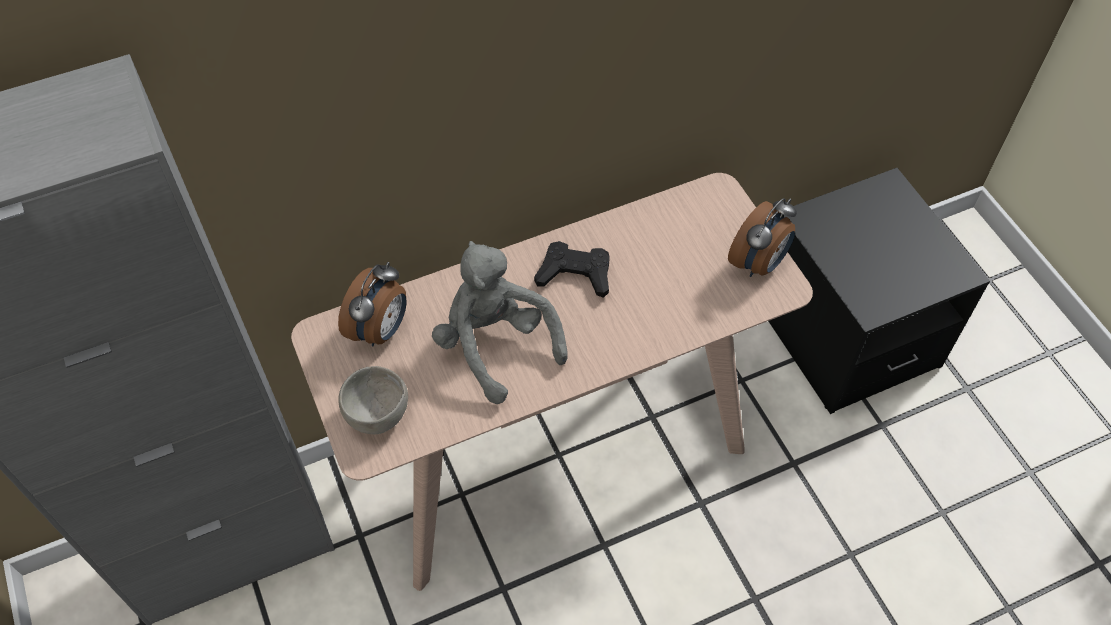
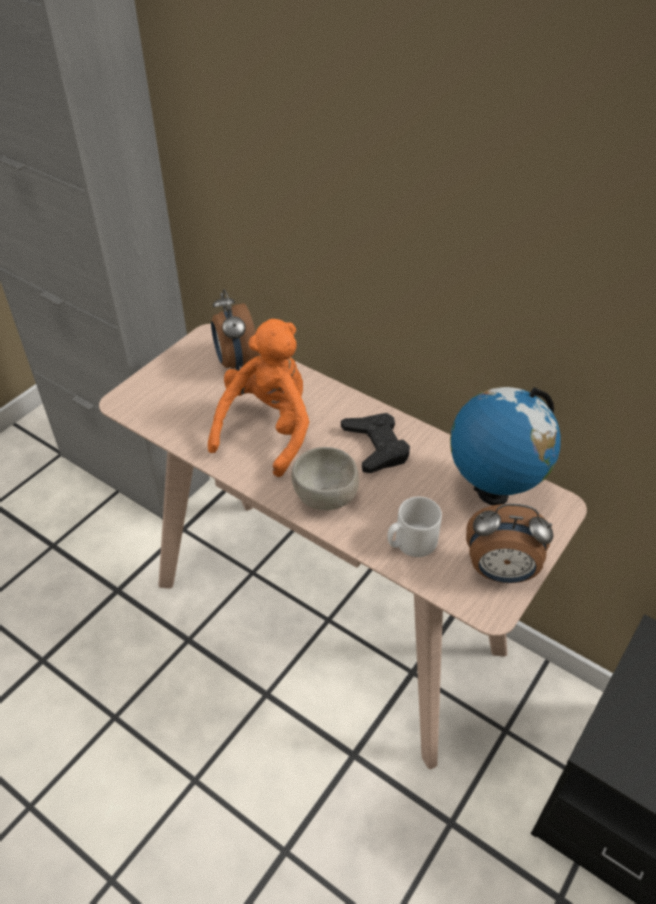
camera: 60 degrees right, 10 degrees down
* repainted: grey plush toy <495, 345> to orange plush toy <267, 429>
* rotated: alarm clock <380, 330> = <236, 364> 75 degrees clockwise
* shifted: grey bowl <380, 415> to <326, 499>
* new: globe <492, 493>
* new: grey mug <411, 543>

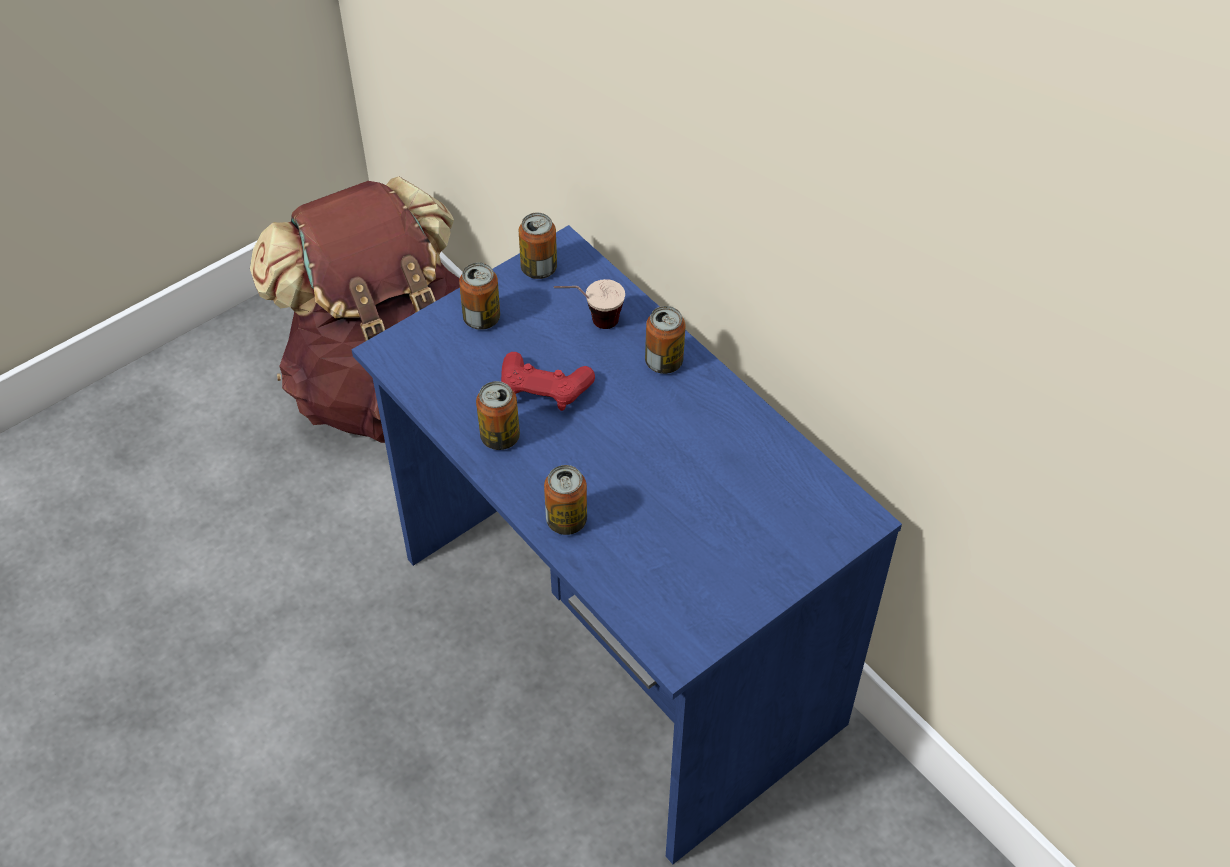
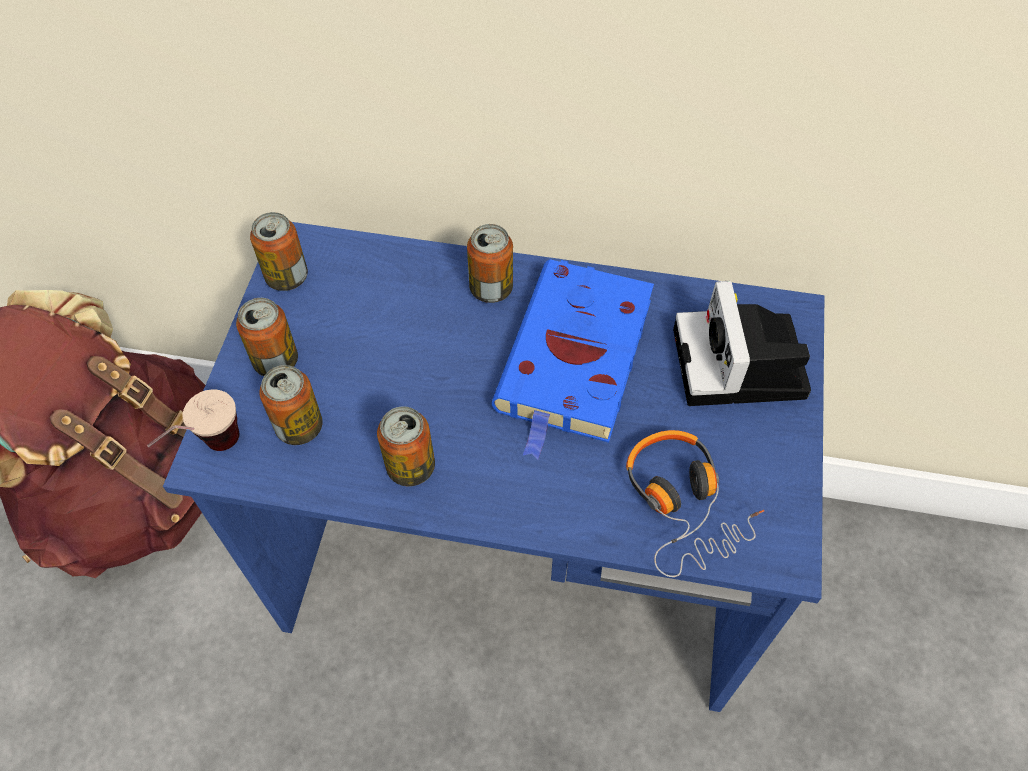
camera: 40 degrees left, 5 degrees up
* shifted: cup <590, 323> to <208, 452>
* gone: red game controller <544, 389>
* shifted: can <566, 520> to <299, 427>
* new: blue book <574, 361>
* new: photo camera <741, 367>
* new: headphones <683, 504>

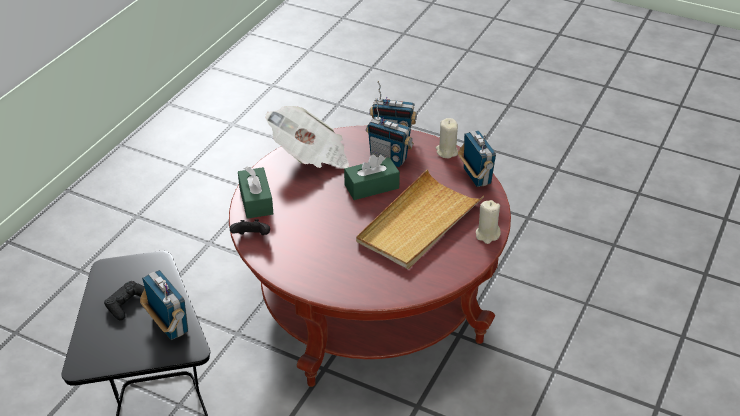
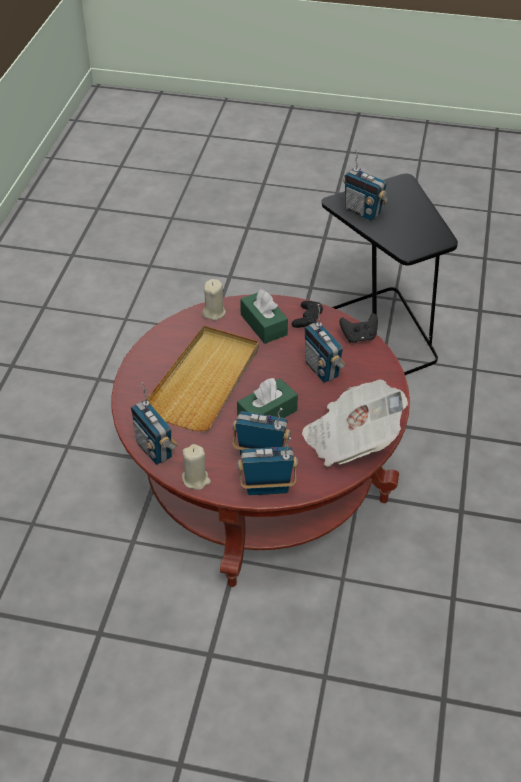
camera: 165 degrees right, 5 degrees up
* shifted: green tissue box <256, 201> to <263, 325>
* shifted: beige candle <487, 235> to <214, 312>
* shifted: black game controller <127, 304> to <307, 318>
* new: radio <322, 369>

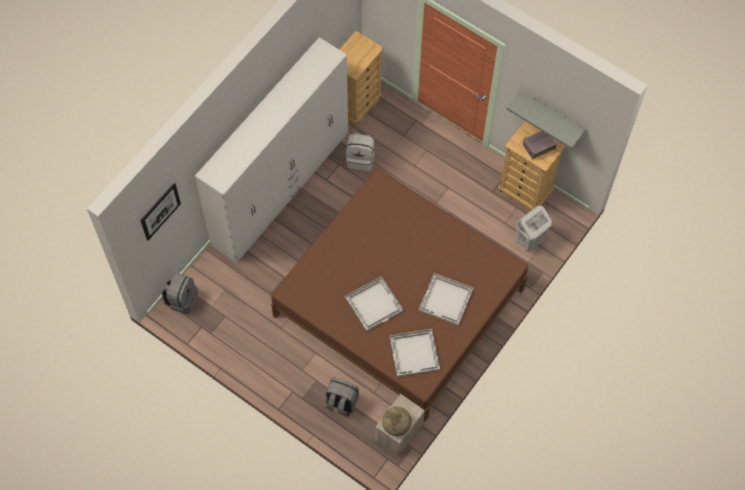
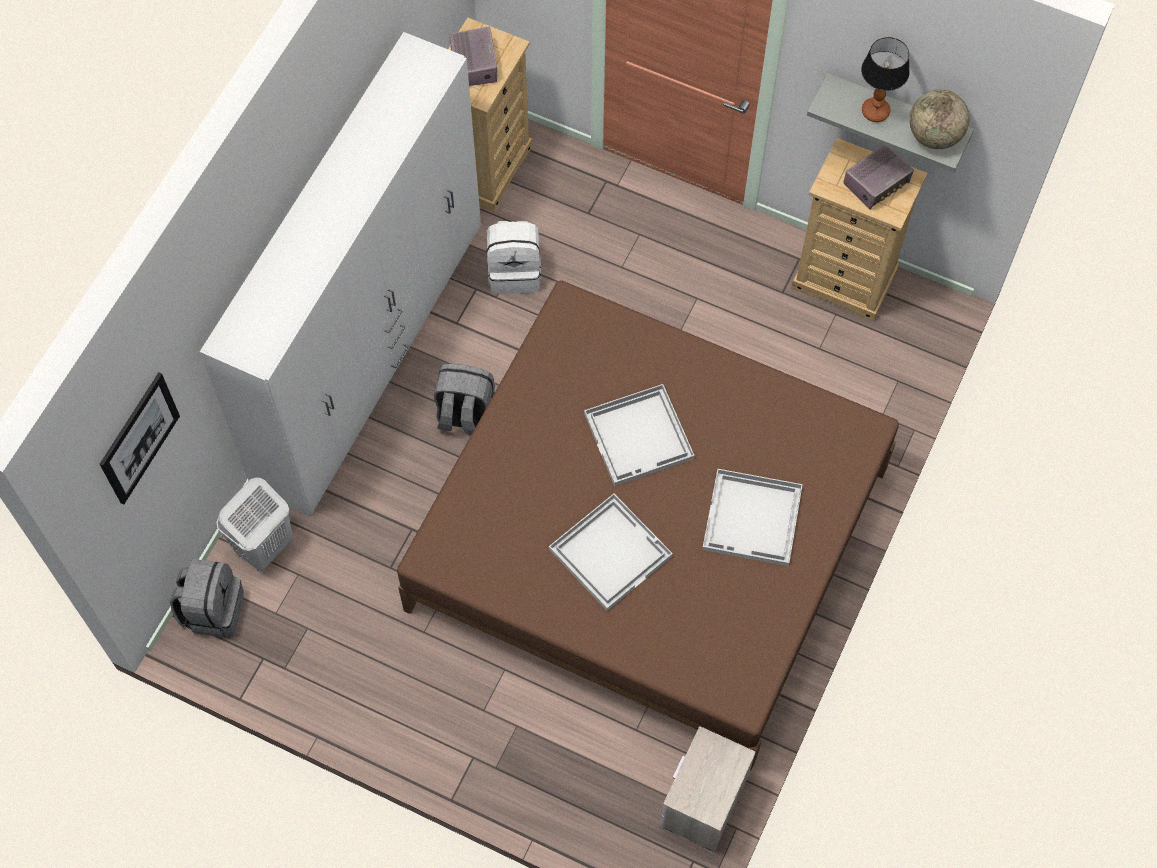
camera: 10 degrees left, 0 degrees up
* shifted: white laundry basket <529, 241> to <264, 547>
* shifted: white tray <415, 353> to <640, 436>
* shifted: grey backpack <341, 402> to <465, 416>
* shifted: globe <396, 425> to <934, 136>
* new: radio <474, 65>
* new: table lamp <874, 112>

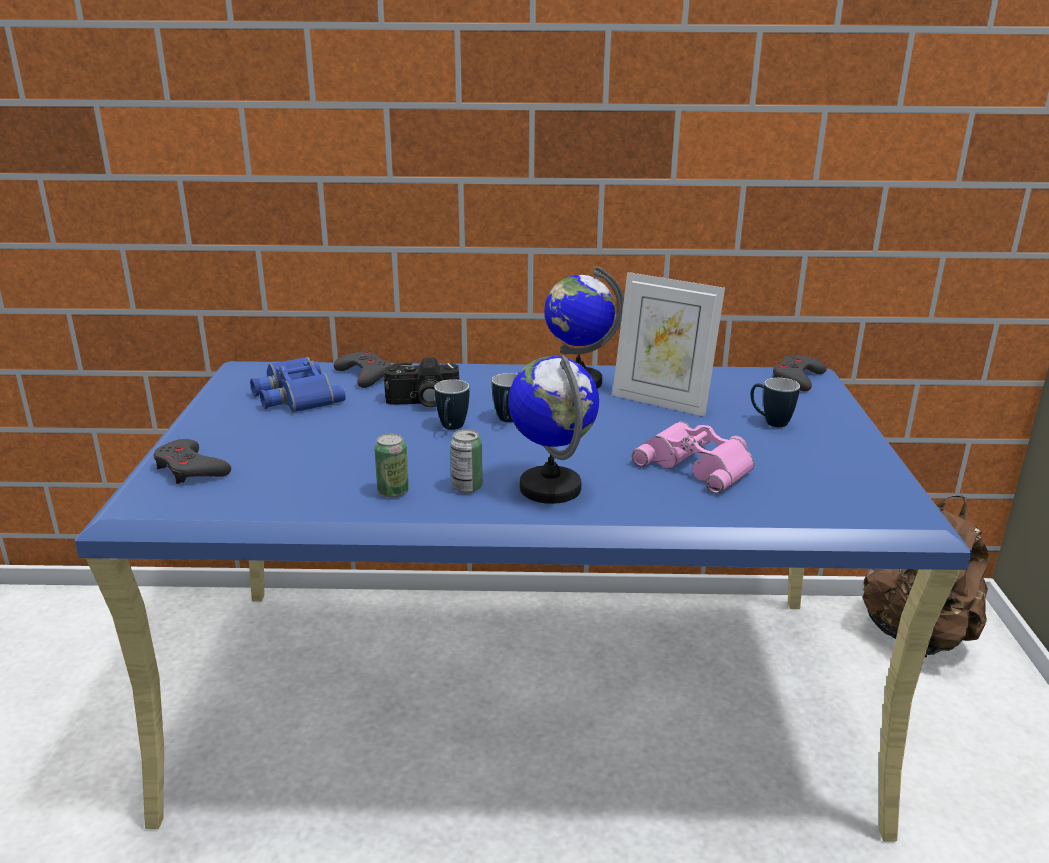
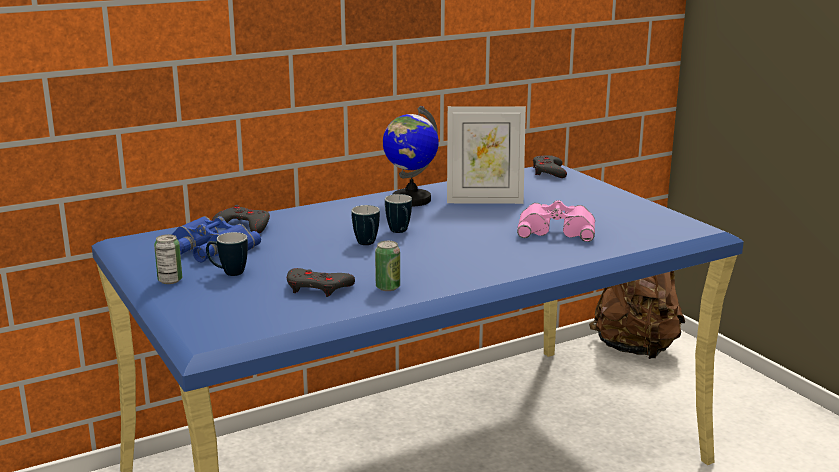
camera: 30 degrees left, 5 degrees down
* gone: globe <550, 487>
* gone: photo camera <422, 402>
* shifted: mug <770, 422> to <228, 273>
* shifted: can <467, 487> to <170, 280>
* shifted: grey game controller <191, 469> to <318, 288>

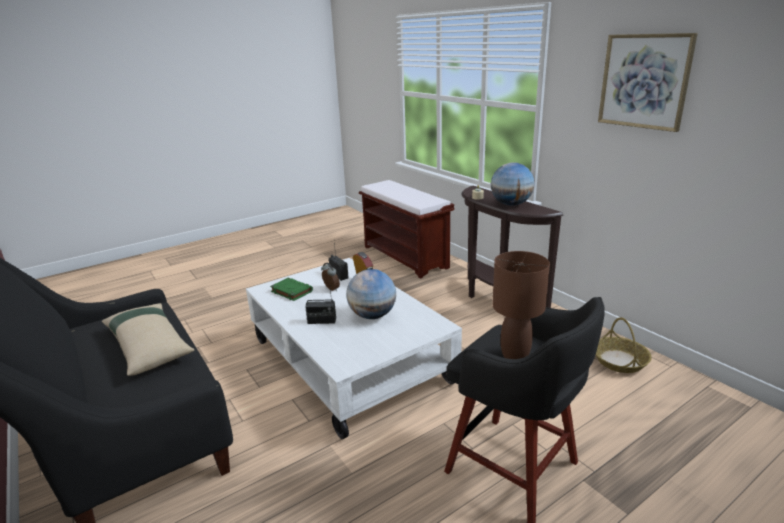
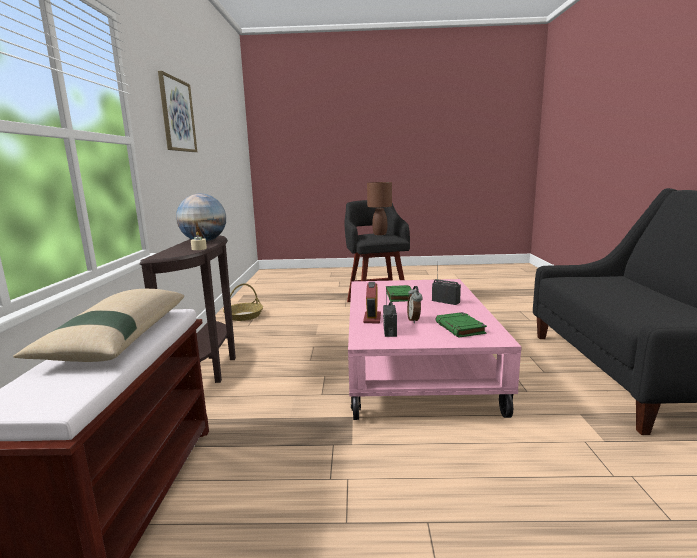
camera: 145 degrees left, 10 degrees down
* repainted: white coffee table <348, 361> to pink coffee table <416, 367>
* swapped: globe <373, 315> to green book <400, 296>
* shifted: beige pillow <149, 346> to <116, 338>

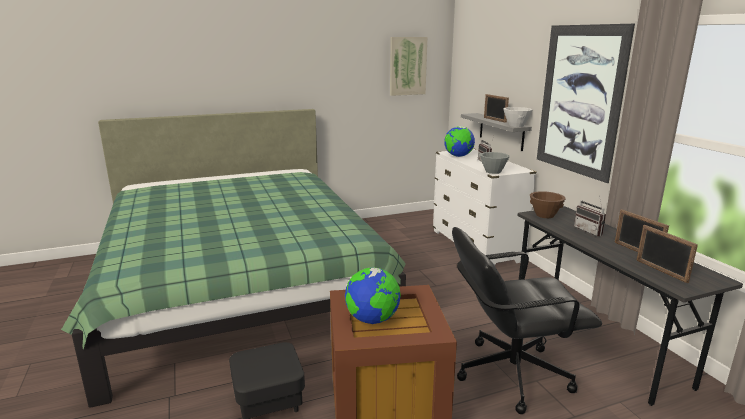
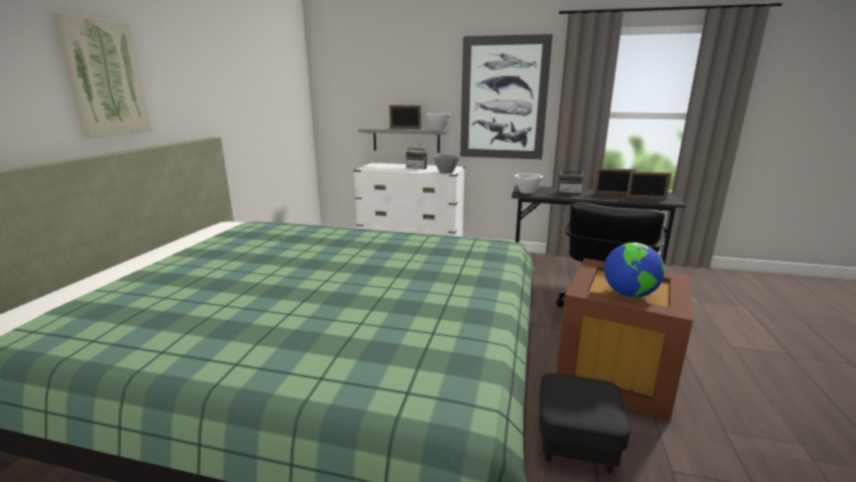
camera: 55 degrees left, 0 degrees up
* shifted: picture <407, 66> to <105, 78>
* gone: globe <458, 156>
* repainted: brown bowl <545, 215> to white bowl <527, 192>

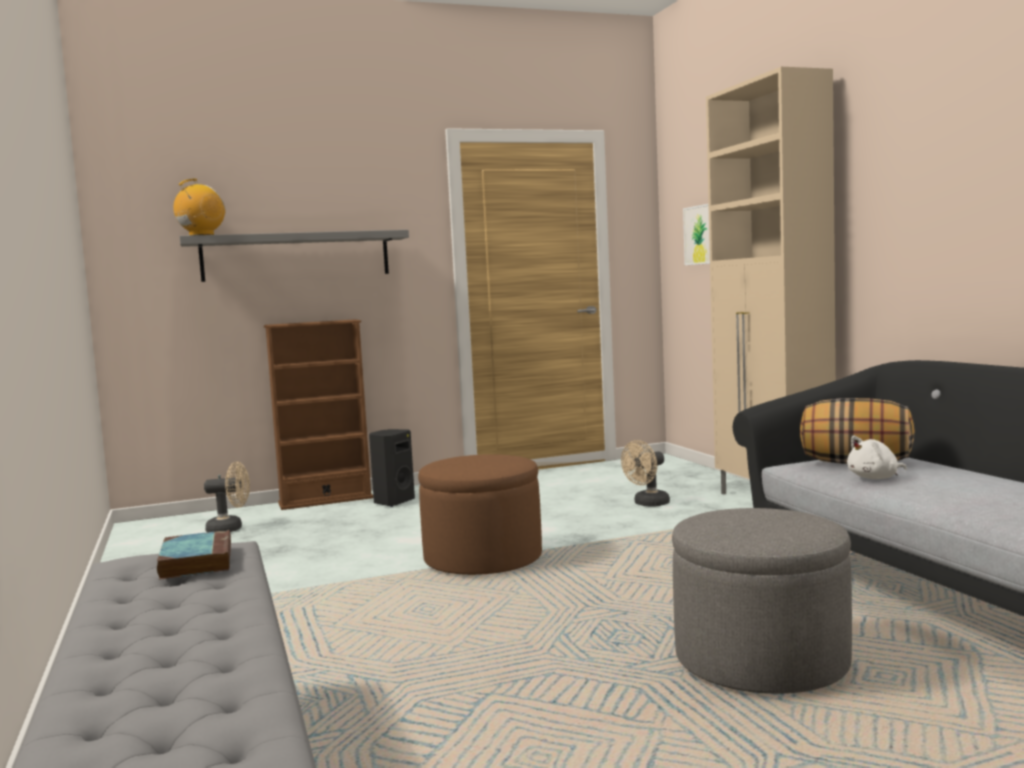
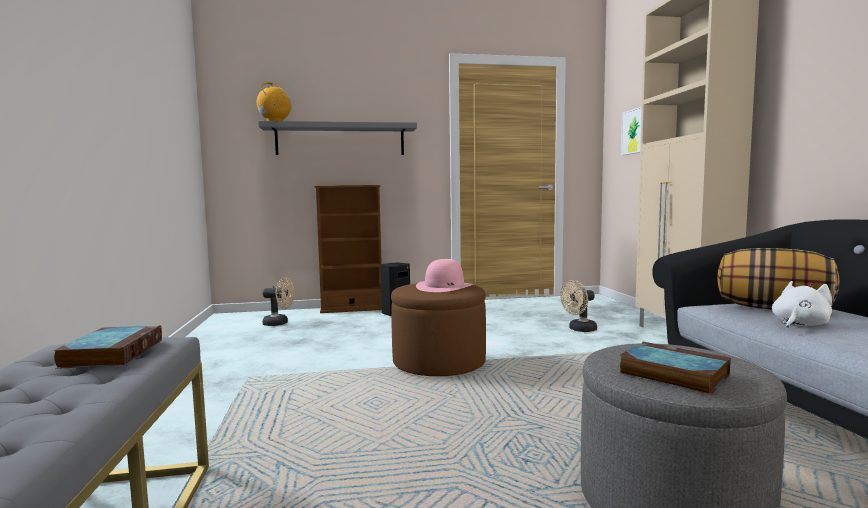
camera: 10 degrees right, 0 degrees up
* rotated: white plush toy <875, 478> = <799, 324> 150 degrees clockwise
* new: pink hat <444, 286>
* new: book <670, 373>

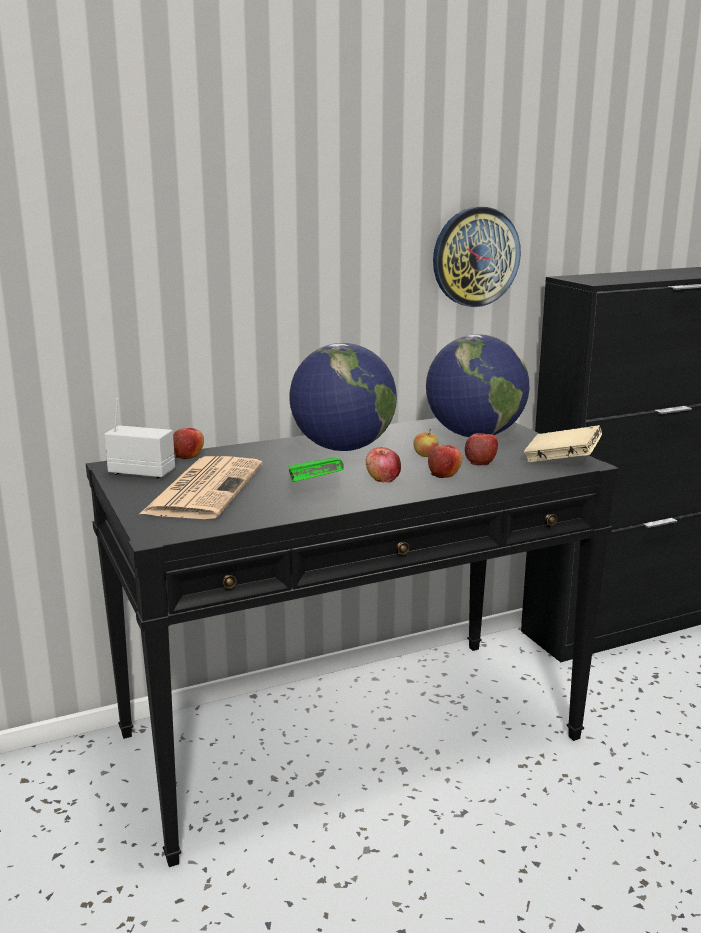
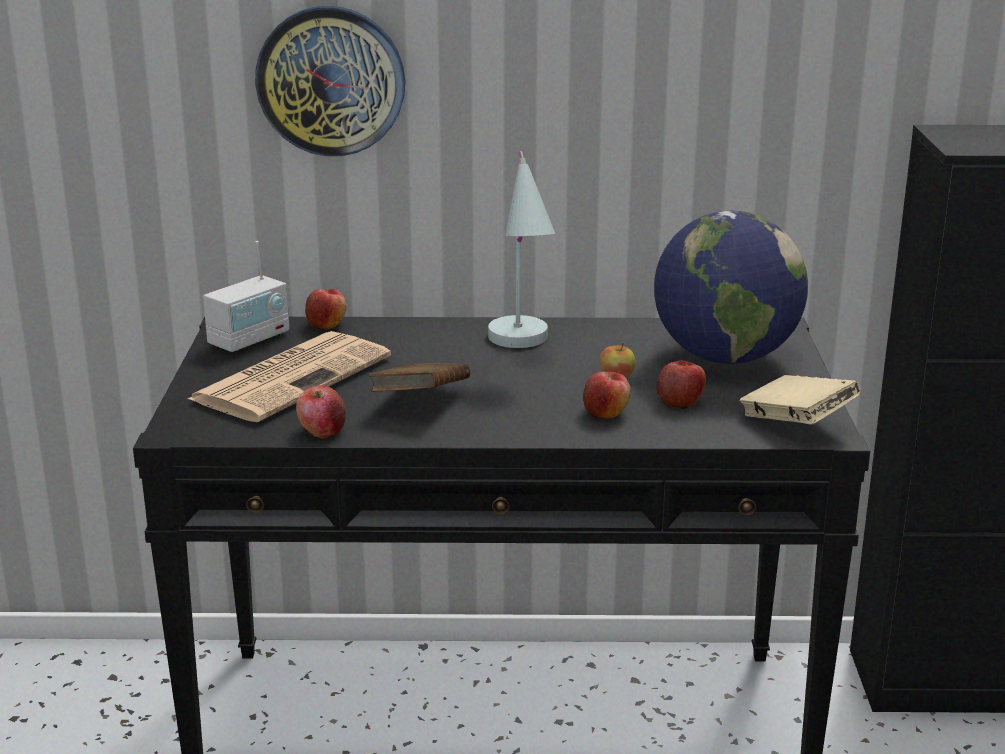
camera: 25 degrees right, 5 degrees up
* shifted: wall clock <475, 257> to <331, 81>
* swapped: globe <343, 448> to white table lamp <522, 347>
* rotated: radio <142, 472> = <250, 340> 90 degrees clockwise
* shifted: apple <382, 478> to <322, 430>
* repainted: green book <315, 487> to brown book <420, 401>

